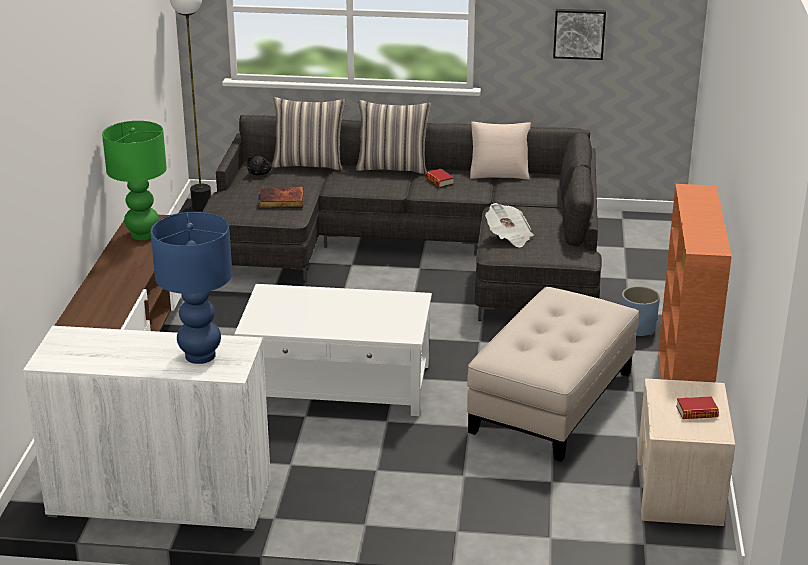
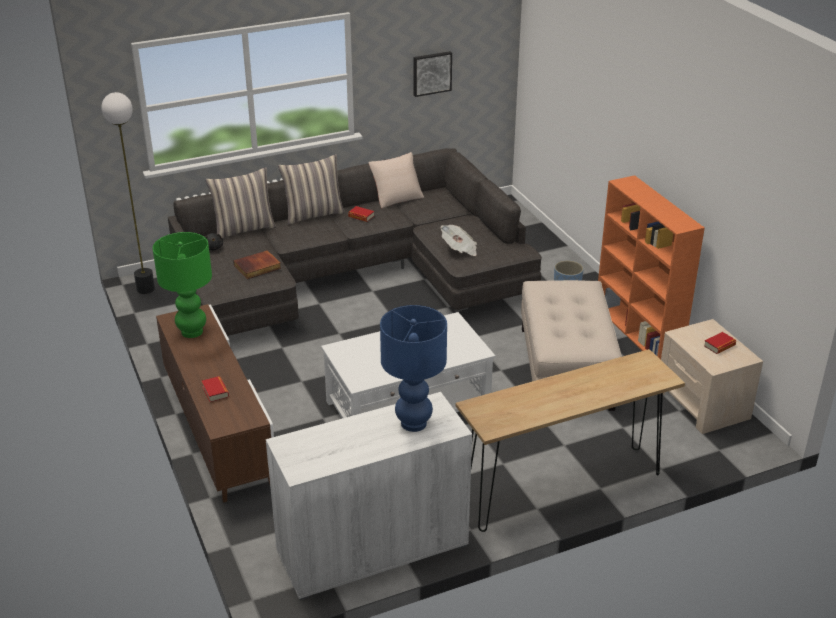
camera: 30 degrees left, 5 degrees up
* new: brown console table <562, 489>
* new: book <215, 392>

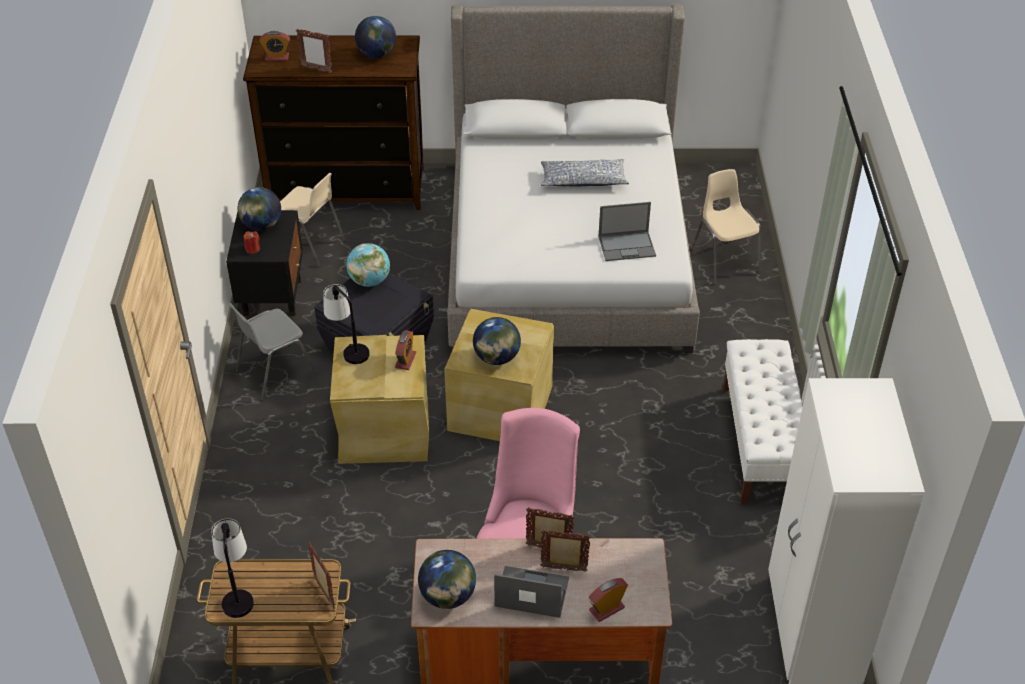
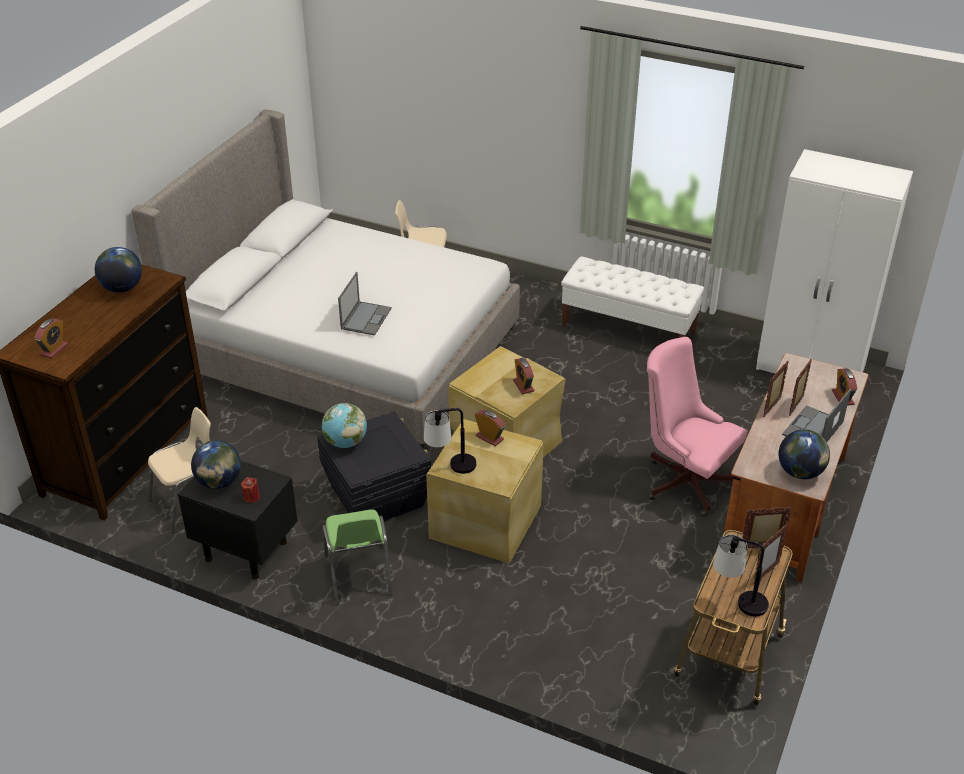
camera: 65 degrees left, 5 degrees down
* shifted: picture frame <316, 69> to <765, 573>
* gone: pillow <583, 180>
* shifted: laptop <627, 246> to <366, 318>
* repainted: grey chair <275, 372> to green chair <358, 576>
* swapped: globe <496, 358> to alarm clock <523, 386>

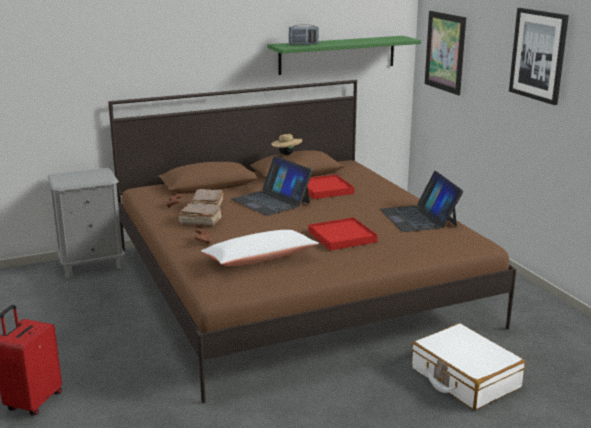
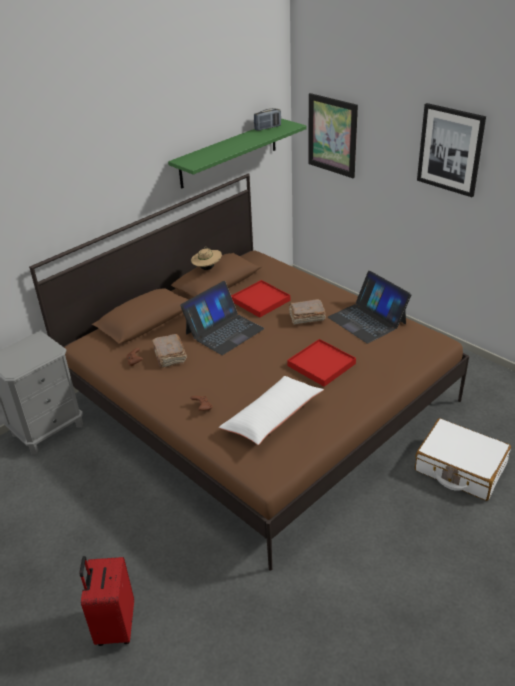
camera: 20 degrees left, 15 degrees up
* shifted: radio <303, 44> to <267, 128>
* rotated: laptop <271, 201> = <224, 331> 75 degrees counterclockwise
* shifted: brown book <200, 221> to <306, 318>

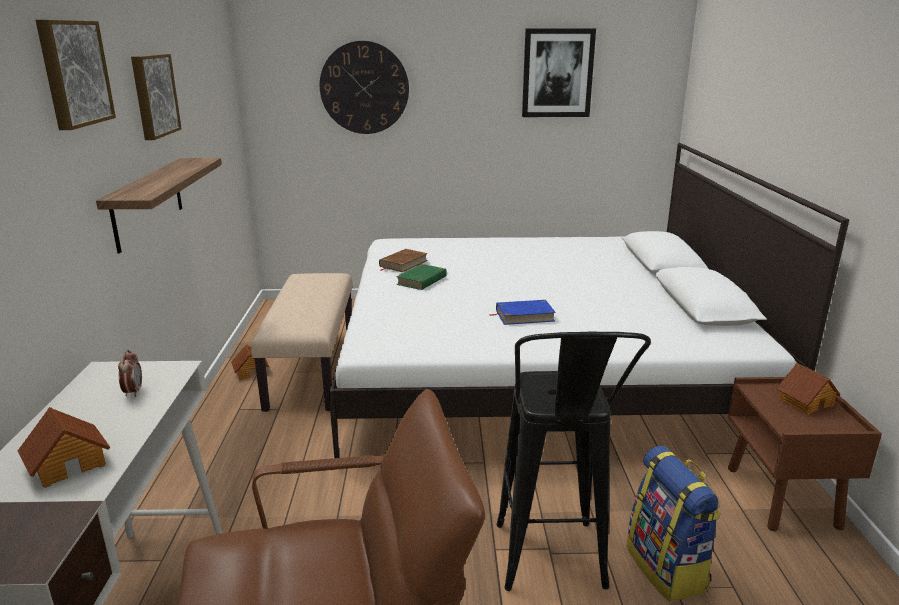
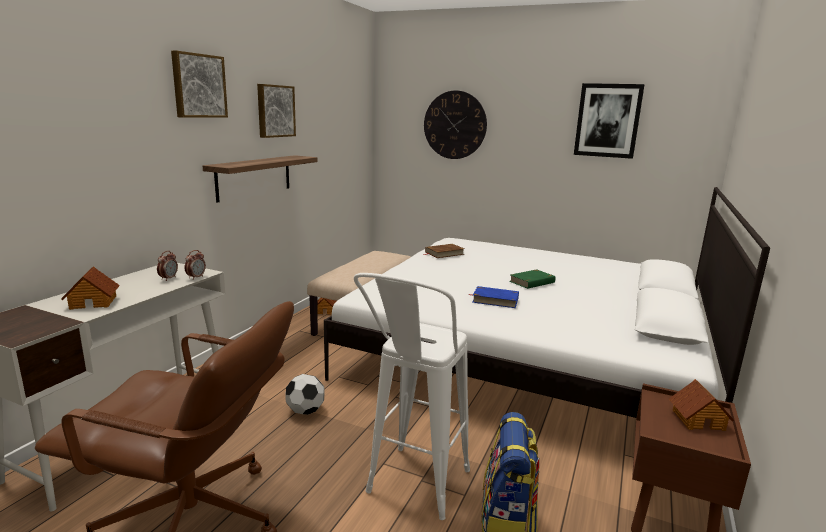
camera: 25 degrees right, 5 degrees down
* shifted: green book <422, 280> to <532, 282>
* repainted: black stool <552, 570> to white stool <412, 492>
* new: alarm clock <196, 277>
* new: football <305, 411>

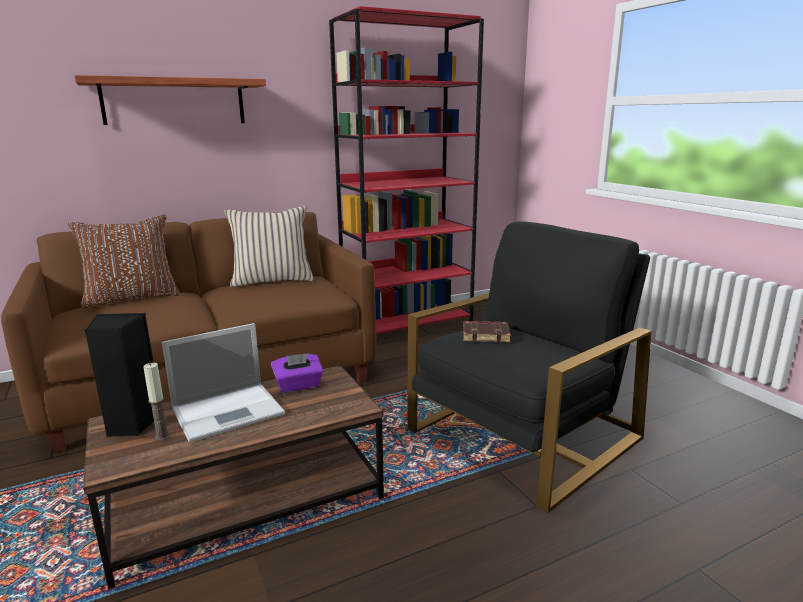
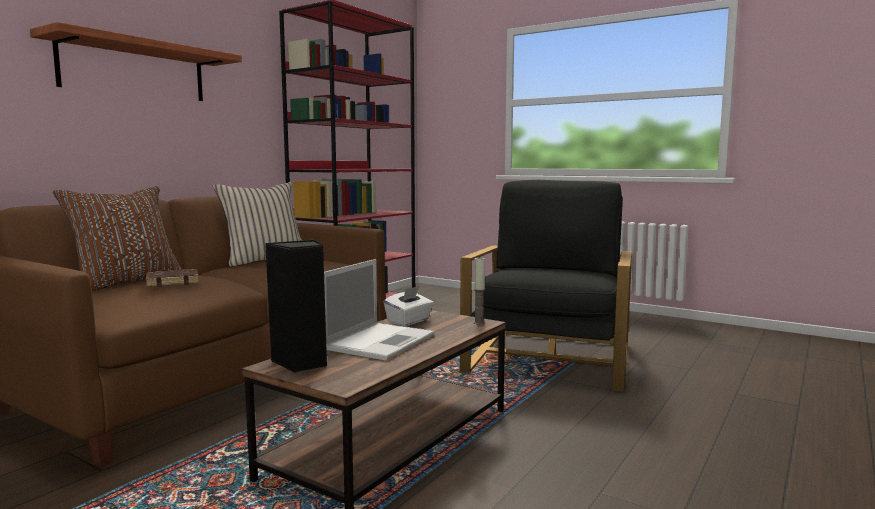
camera: 30 degrees left, 10 degrees down
* shifted: brown book <486, 335> to <173, 282>
* repainted: purple tissue box <298, 386> to white tissue box <409, 321>
* shifted: candle <162, 436> to <479, 323>

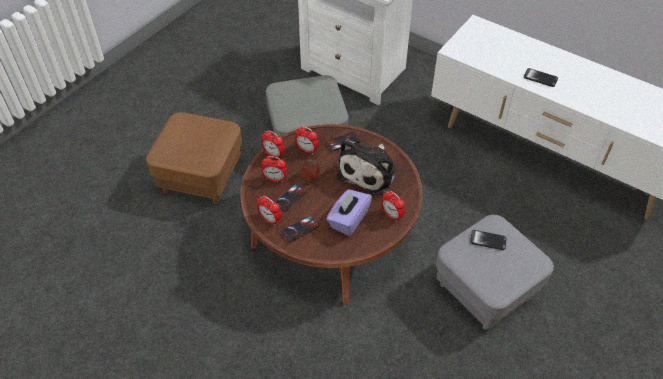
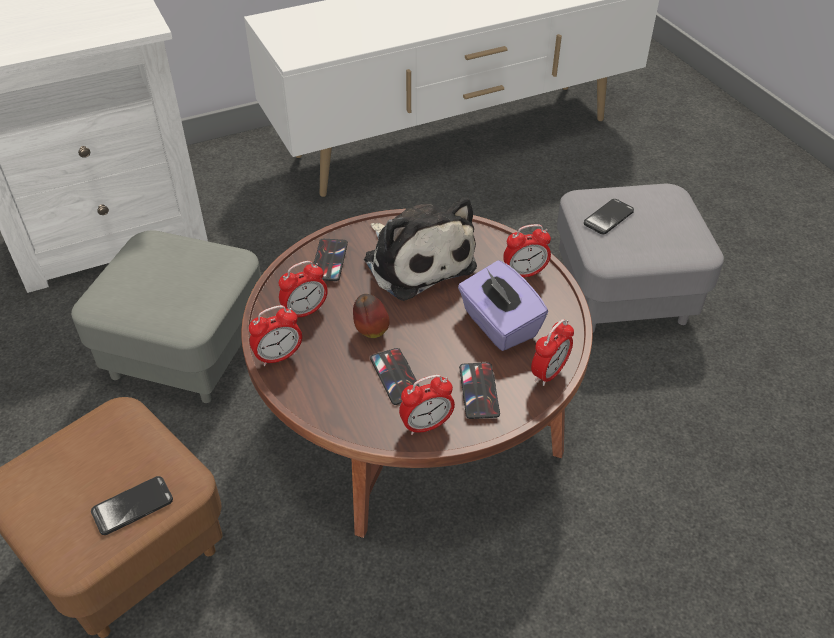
camera: 60 degrees left, 5 degrees down
* shifted: phone <540, 78> to <132, 506>
* shifted: alarm clock <275, 179> to <549, 373>

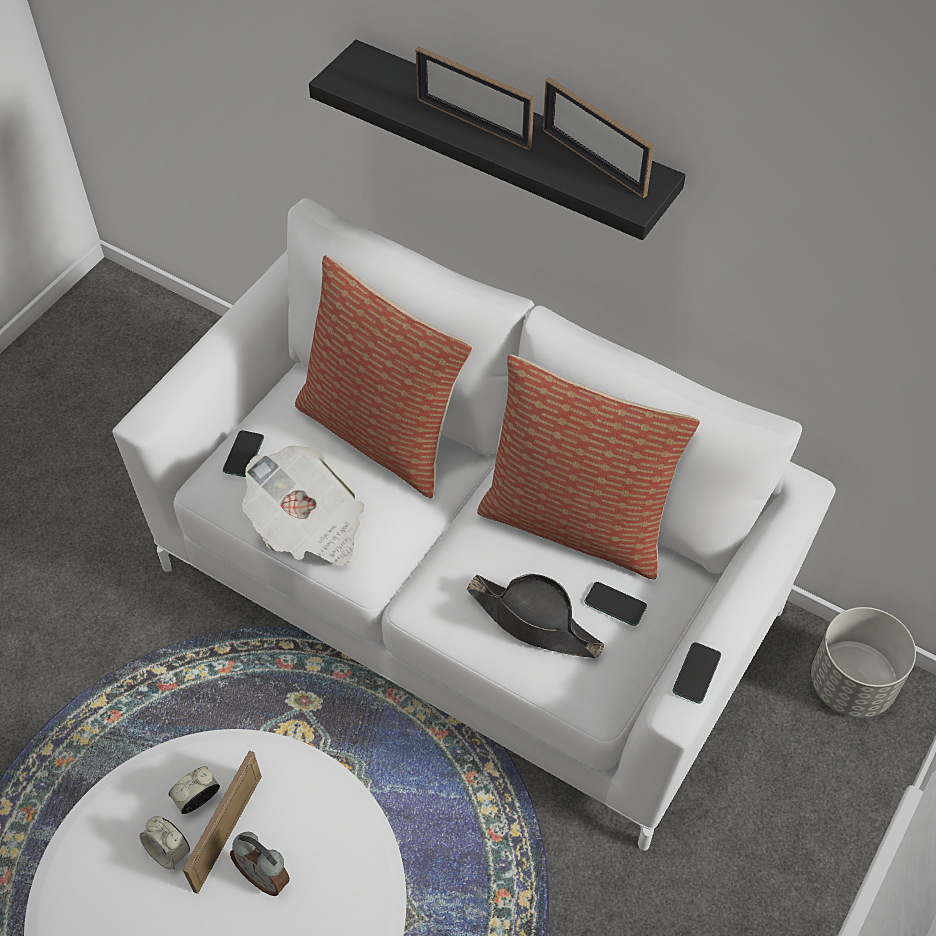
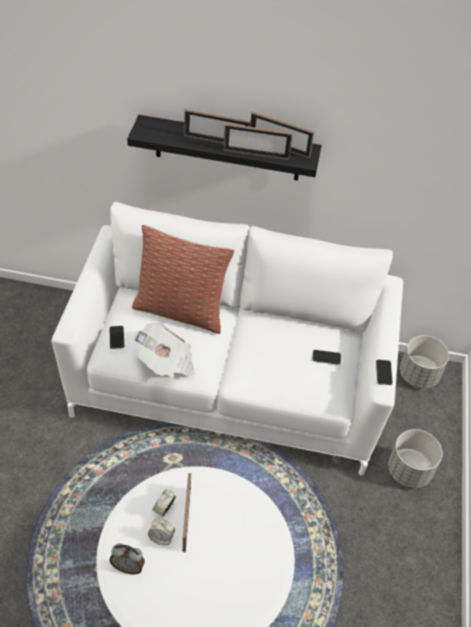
camera: 25 degrees left, 5 degrees down
* gone: pillow <576, 521>
* gone: black hat <535, 622>
* shifted: alarm clock <265, 876> to <128, 566>
* new: picture frame <256, 154>
* new: grey planter <408, 471>

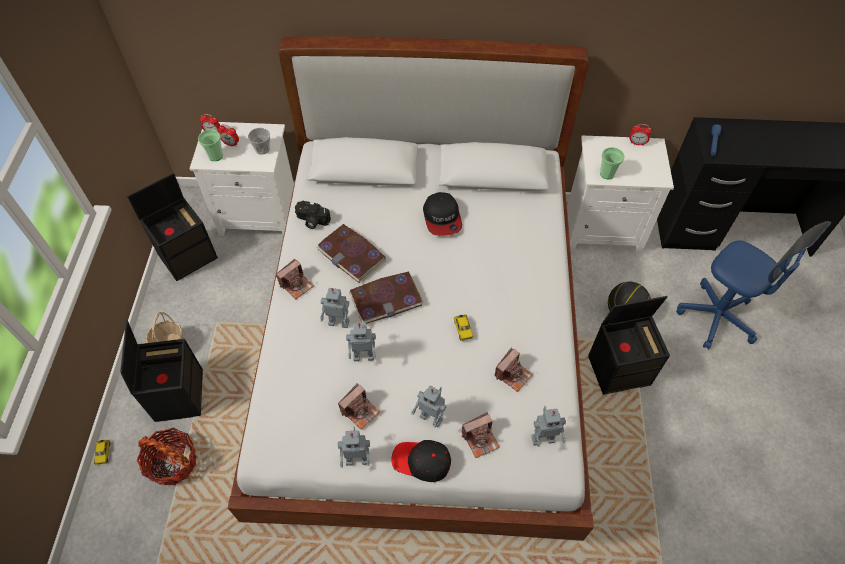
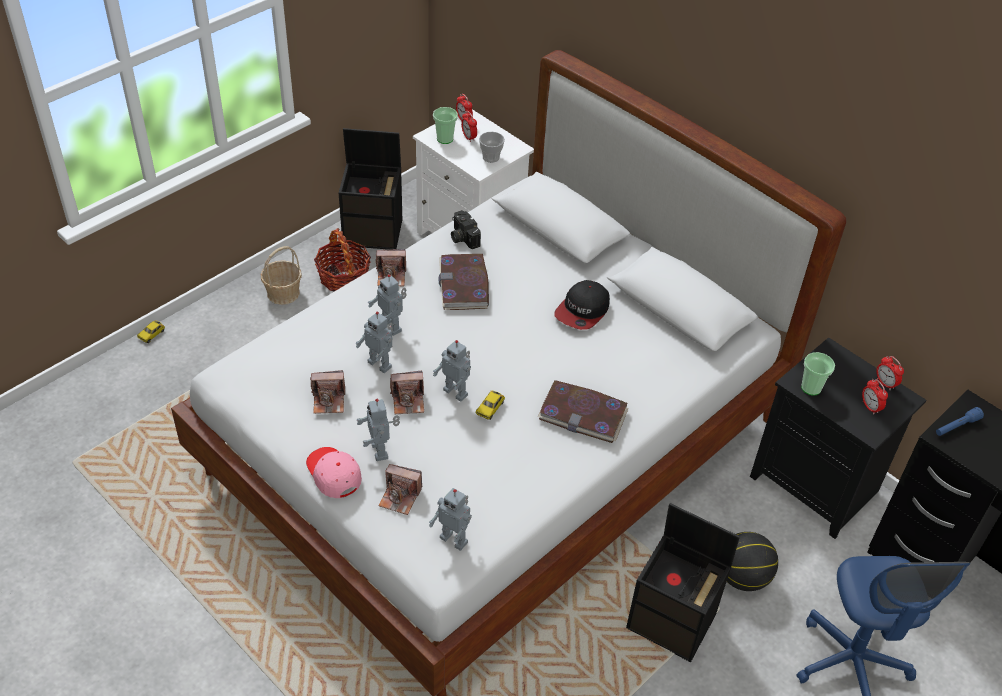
camera: 40 degrees right, 10 degrees down
* repainted: white nightstand <603, 228> to black nightstand <817, 485>
* shifted: book <386, 299> to <583, 414>
* gone: black storage box <178, 394>
* shifted: photo camera <513, 374> to <408, 401>
* shifted: basket <173, 462> to <343, 277>
* shifted: toy robot <357, 458> to <456, 392>
* repainted: black cap <422, 462> to pink cap <333, 474>
* new: alarm clock <870, 407>

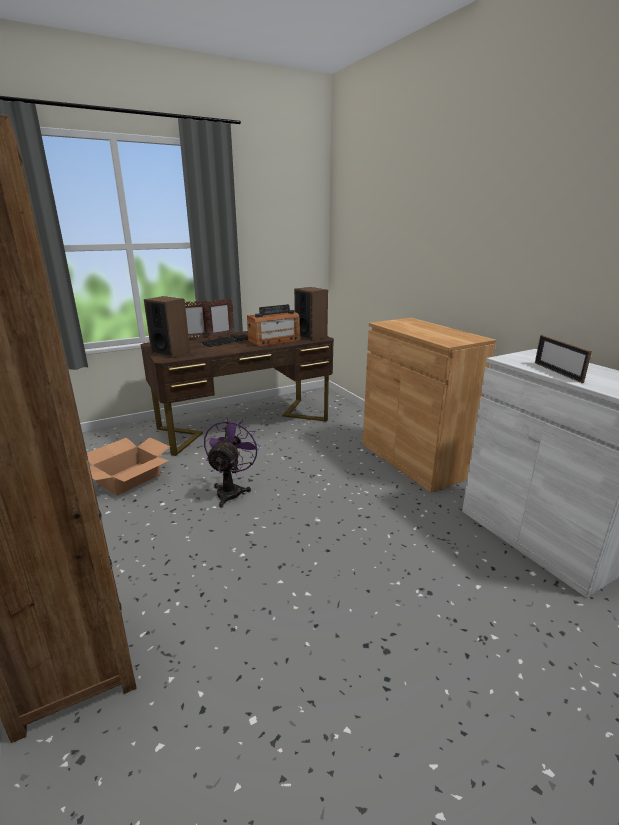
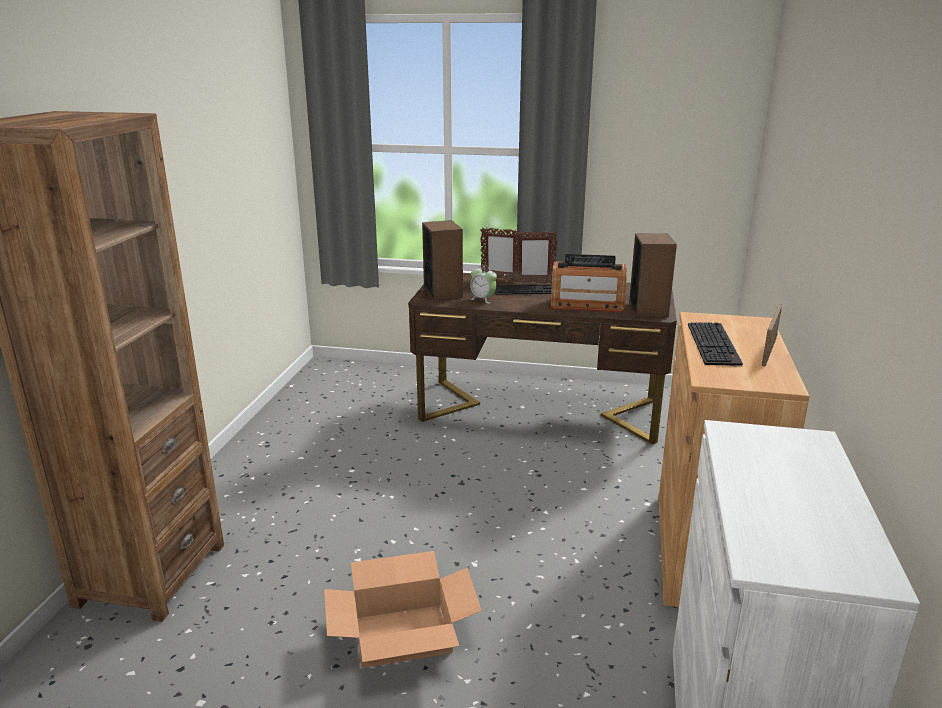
camera: 40 degrees right, 0 degrees up
* shifted: picture frame <557, 372> to <769, 351>
* gone: purple fan <231, 490>
* shifted: cardboard box <129, 478> to <403, 635>
* new: alarm clock <483, 299>
* new: keyboard <715, 345>

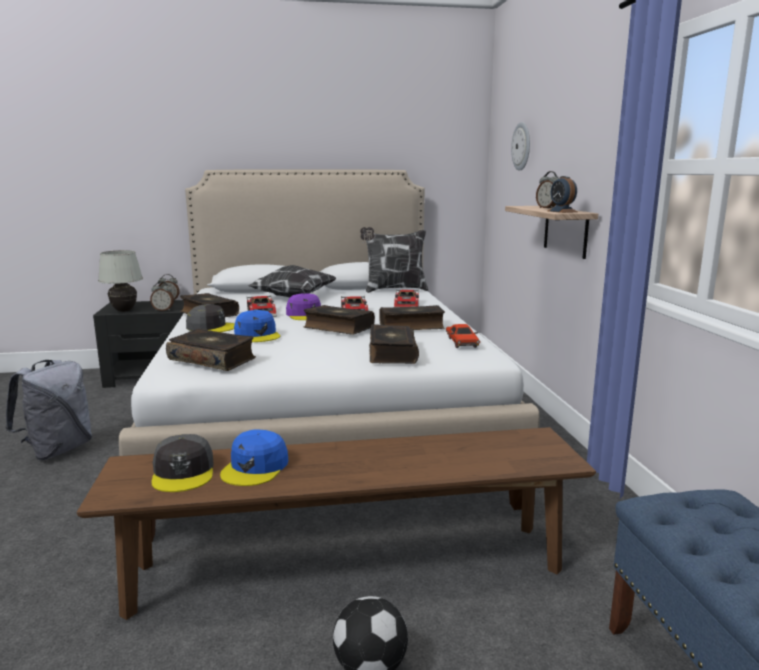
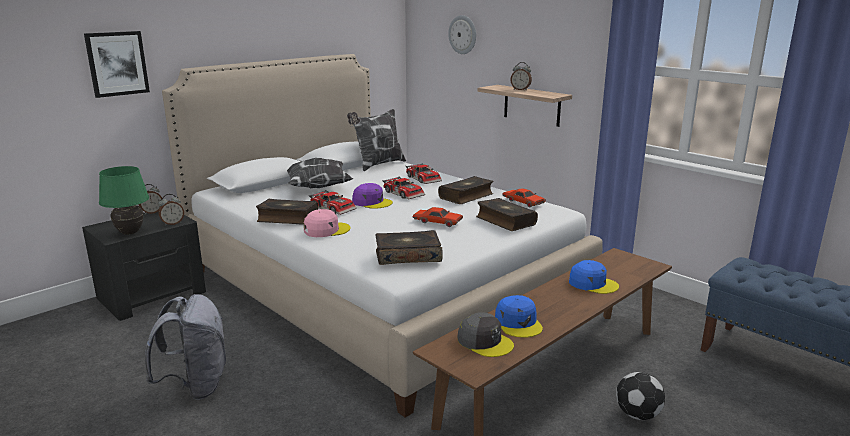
camera: 35 degrees left, 5 degrees up
* gone: alarm clock <562, 211>
* repainted: white table lamp <124, 311> to green table lamp <130, 233>
* repainted: grey cap <212, 327> to pink cap <326, 230>
* gone: book <338, 328>
* shifted: blue cap <257, 335> to <592, 283>
* new: picture <117, 63>
* new: red toy car <437, 222>

